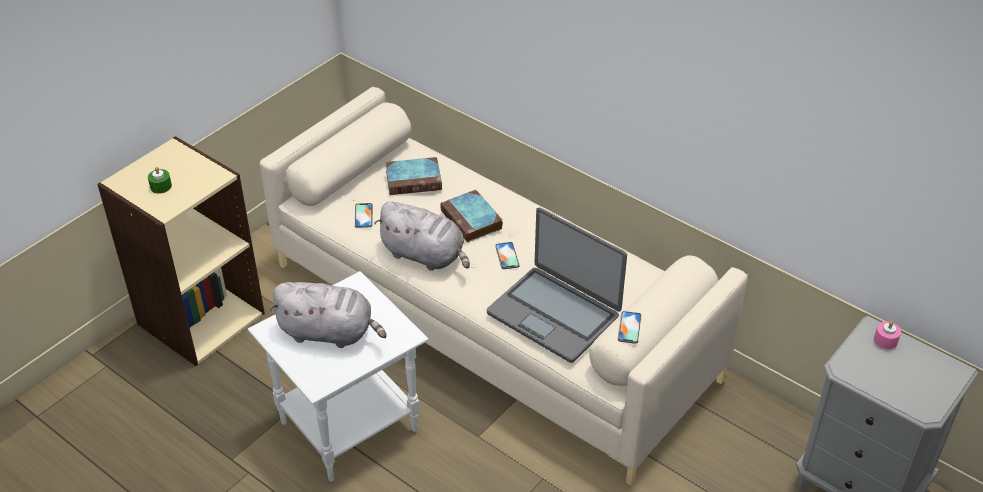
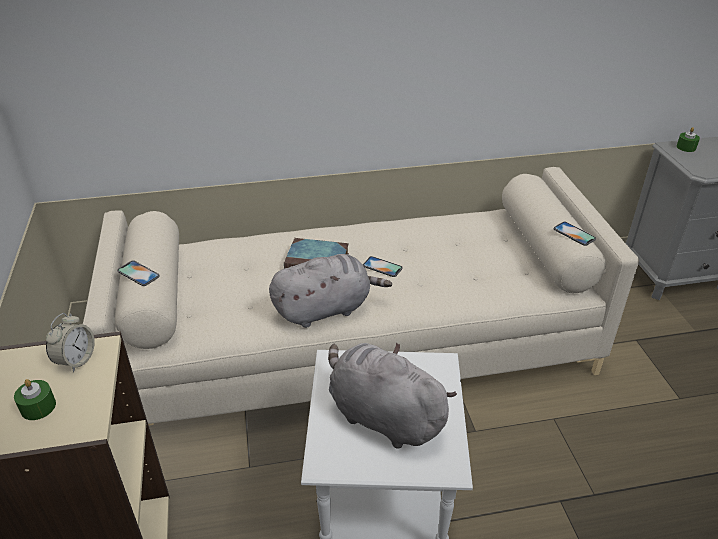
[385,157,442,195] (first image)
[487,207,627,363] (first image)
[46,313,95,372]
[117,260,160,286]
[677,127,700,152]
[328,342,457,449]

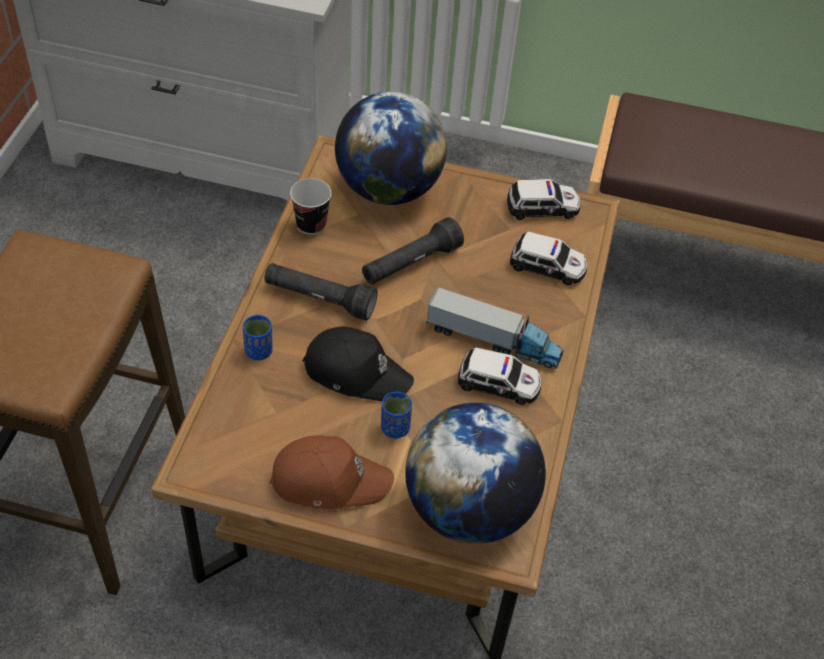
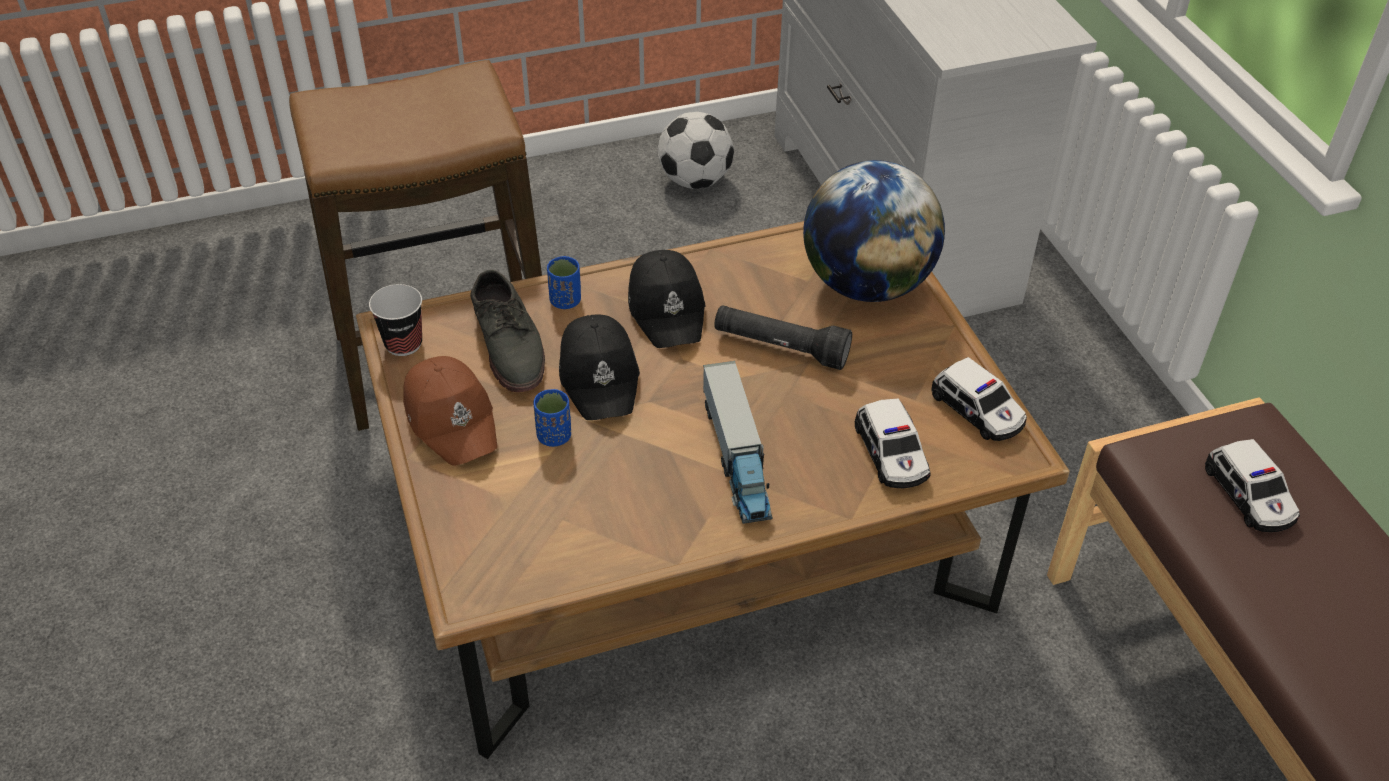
[405,403,546,544] (first image)
[470,270,545,392]
[658,112,734,189]
[369,284,422,356]
[1205,439,1300,532]
[628,250,706,348]

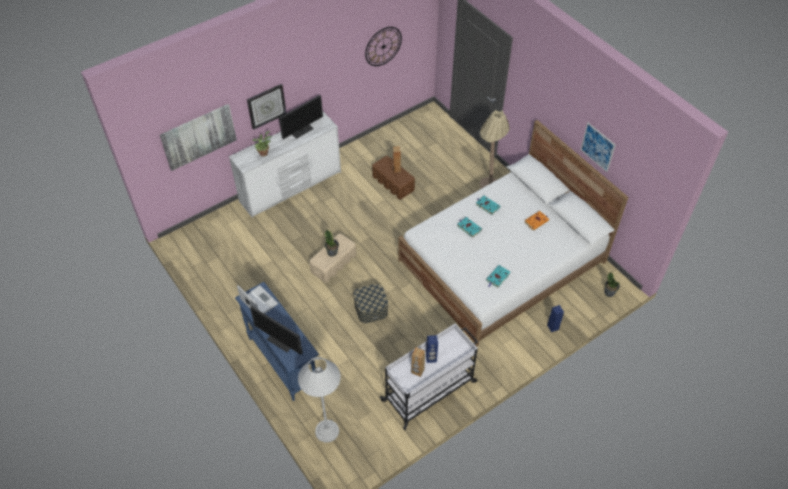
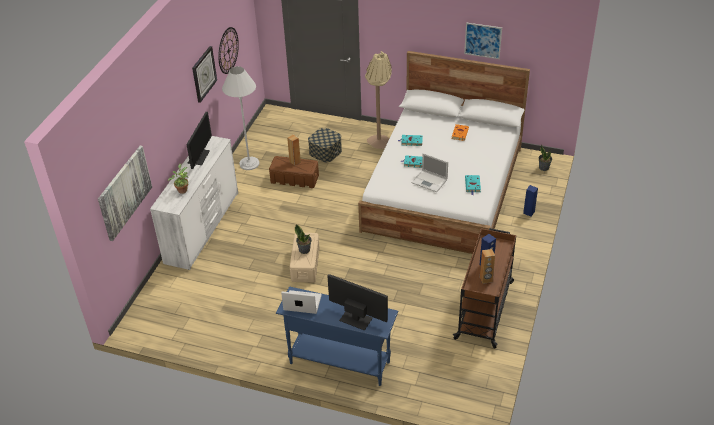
[412,153,448,192]
[192,46,217,103]
[222,66,260,170]
[308,128,342,162]
[453,228,516,349]
[327,274,388,331]

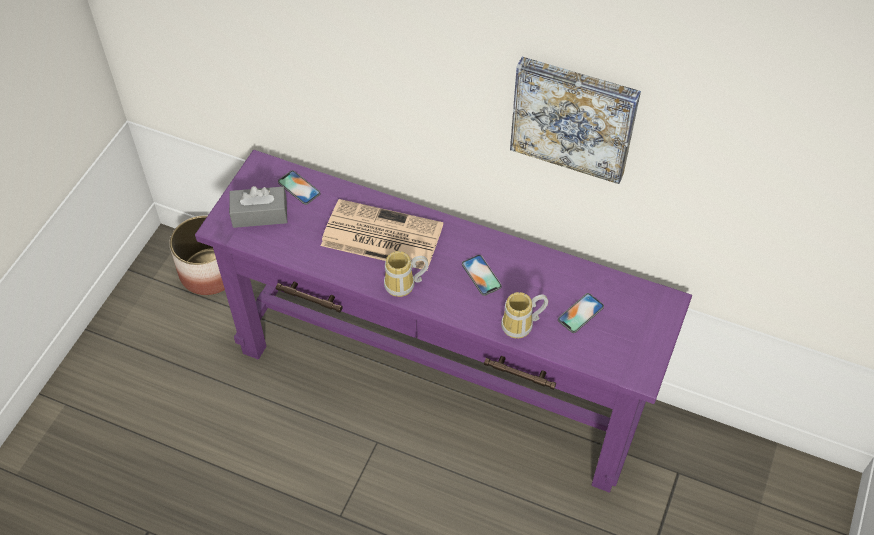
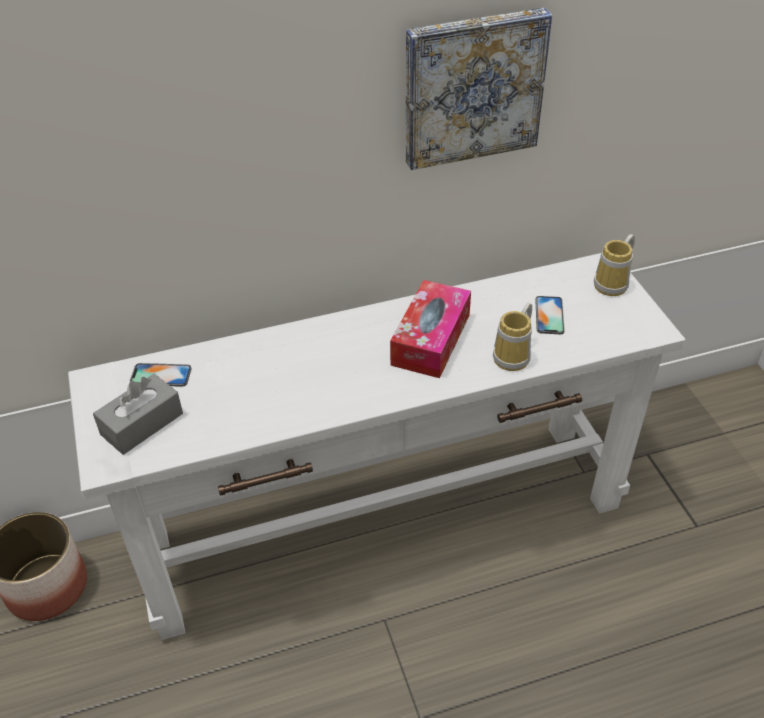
[321,199,443,271] (first image)
[594,234,635,296]
[390,280,471,378]
[68,253,685,640]

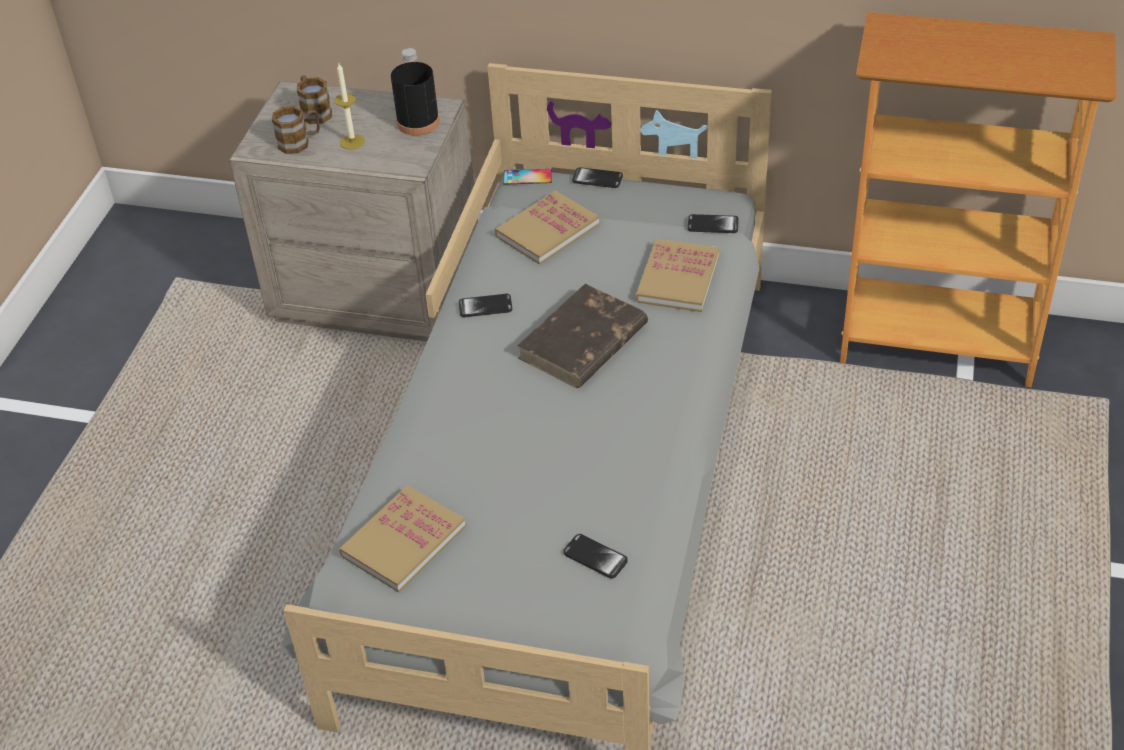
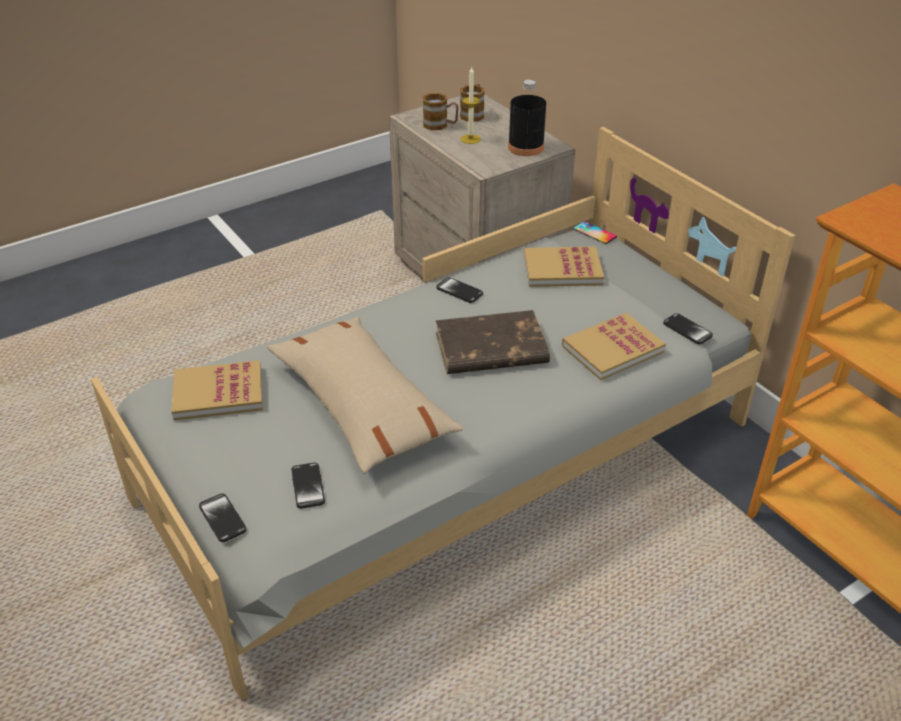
[267,316,464,474]
[199,493,247,542]

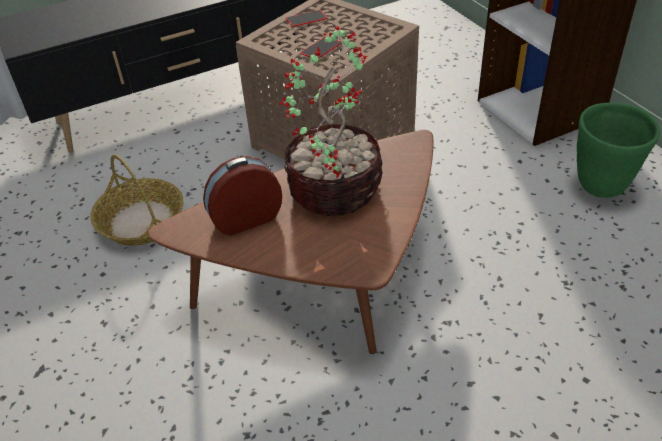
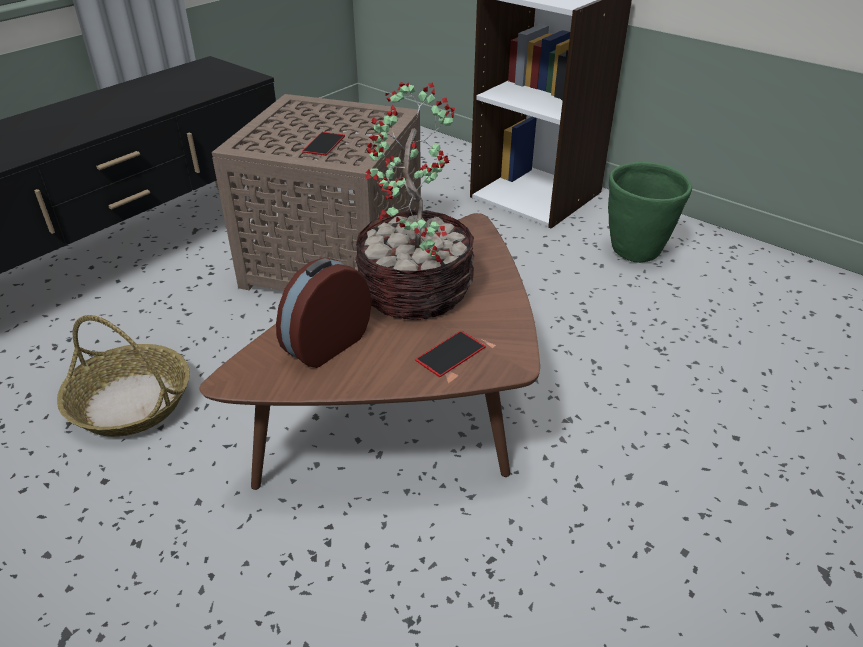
[415,331,485,377]

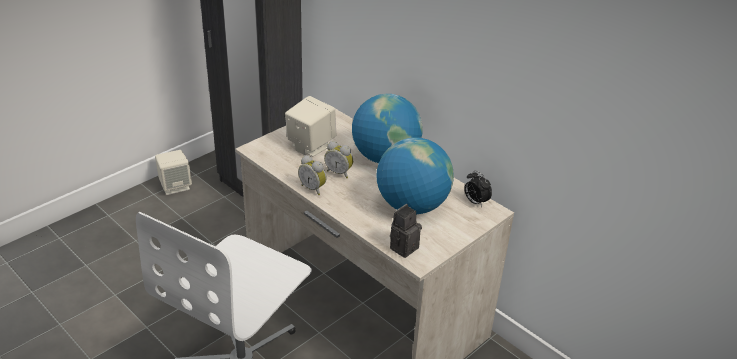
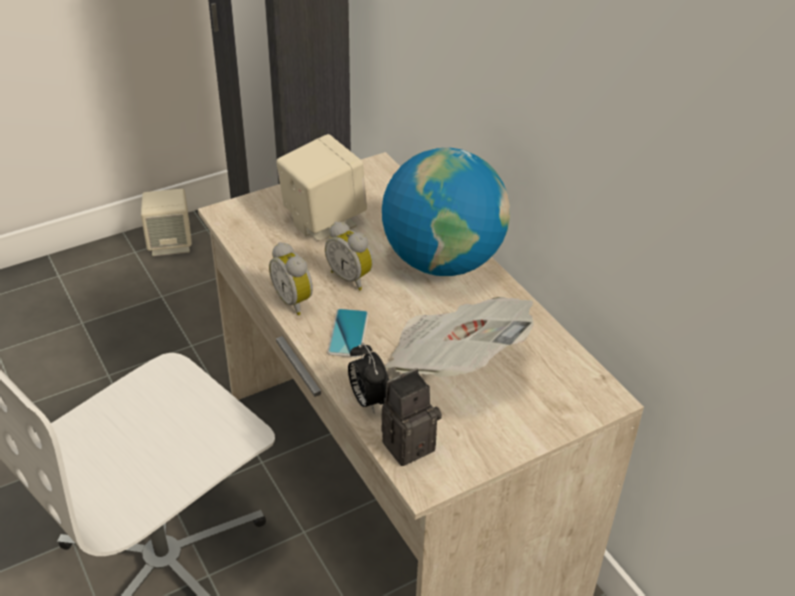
[327,309,369,357]
[348,343,389,414]
[385,297,534,377]

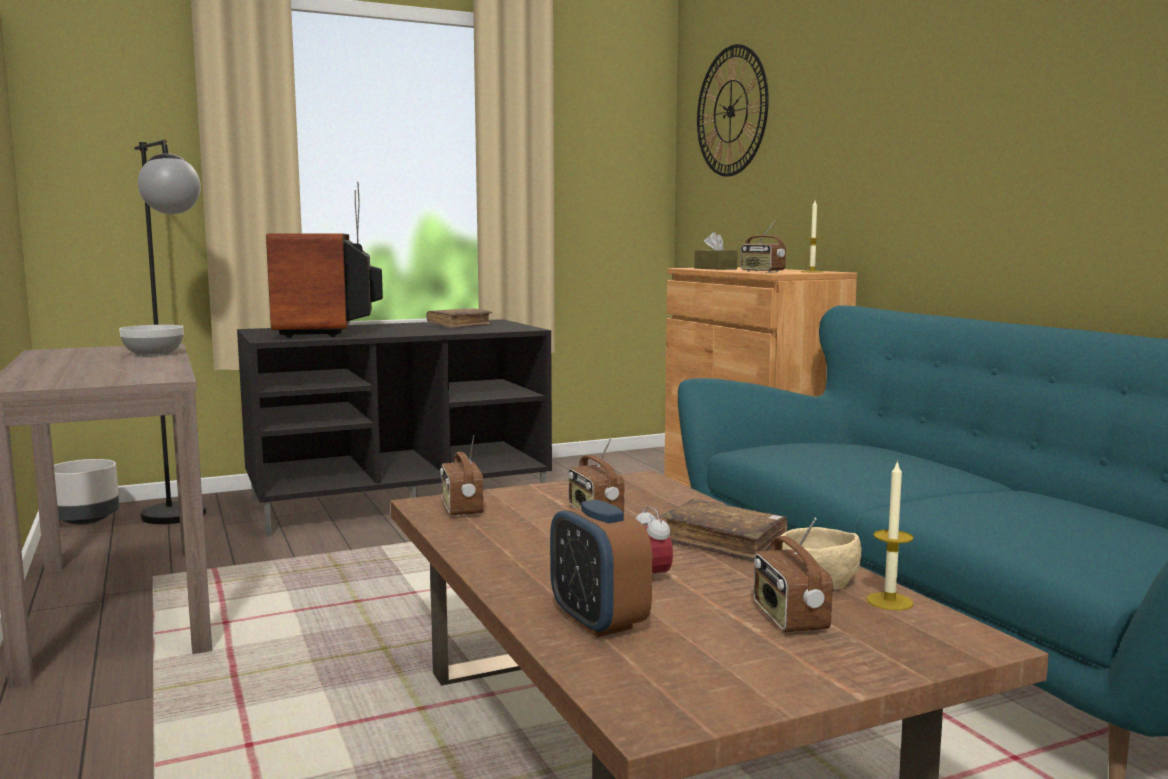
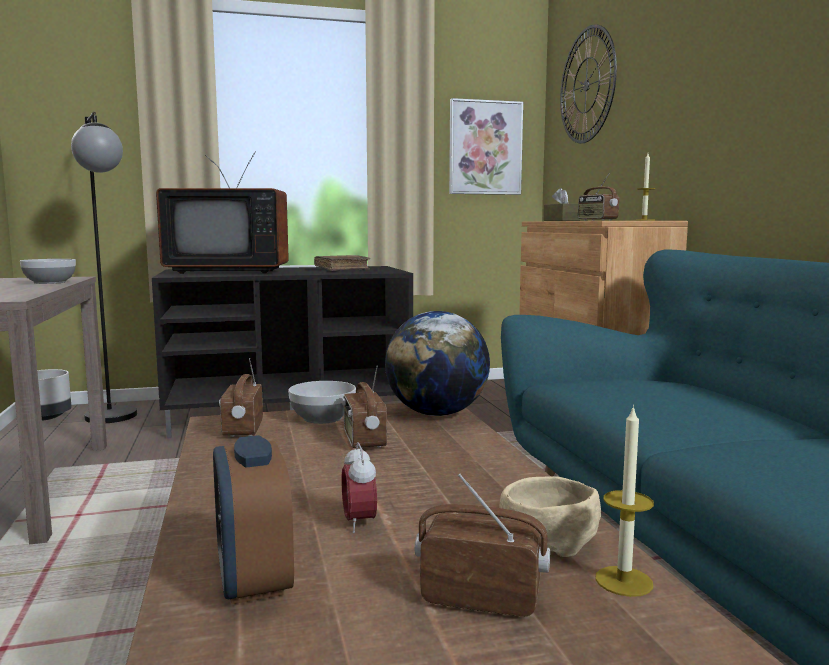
[660,499,788,563] (first image)
[288,381,356,424]
[385,311,490,416]
[449,98,523,195]
[156,152,289,274]
[415,474,550,616]

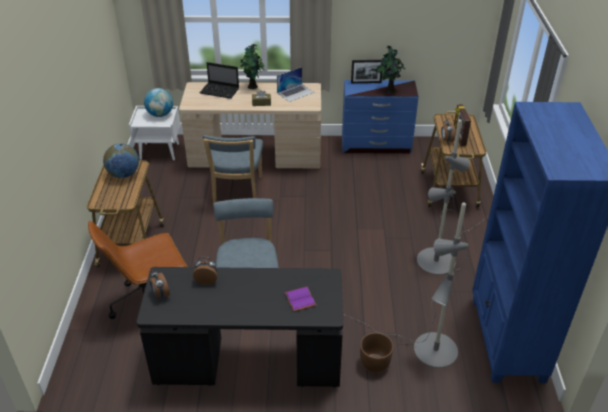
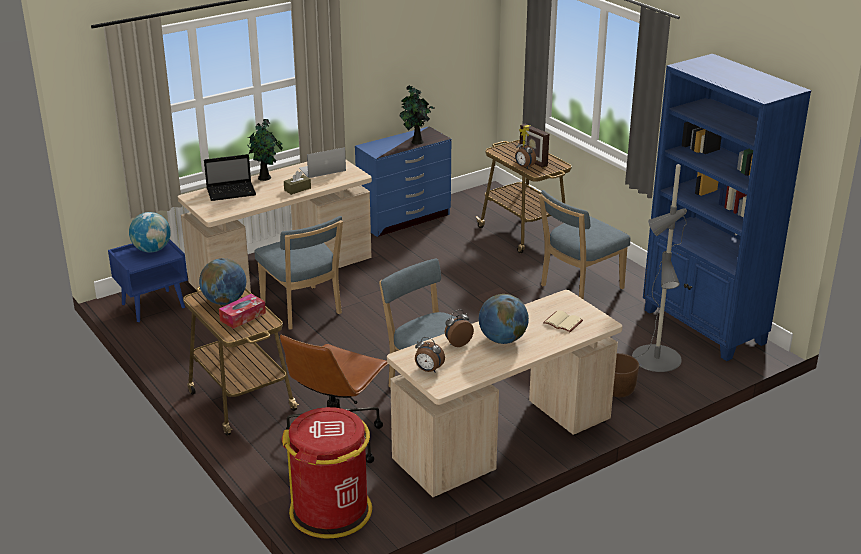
[351,60,382,83] (first image)
[219,294,266,329]
[282,407,372,539]
[479,294,529,344]
[539,190,630,300]
[108,239,188,322]
[387,290,622,497]
[543,310,583,332]
[299,147,346,178]

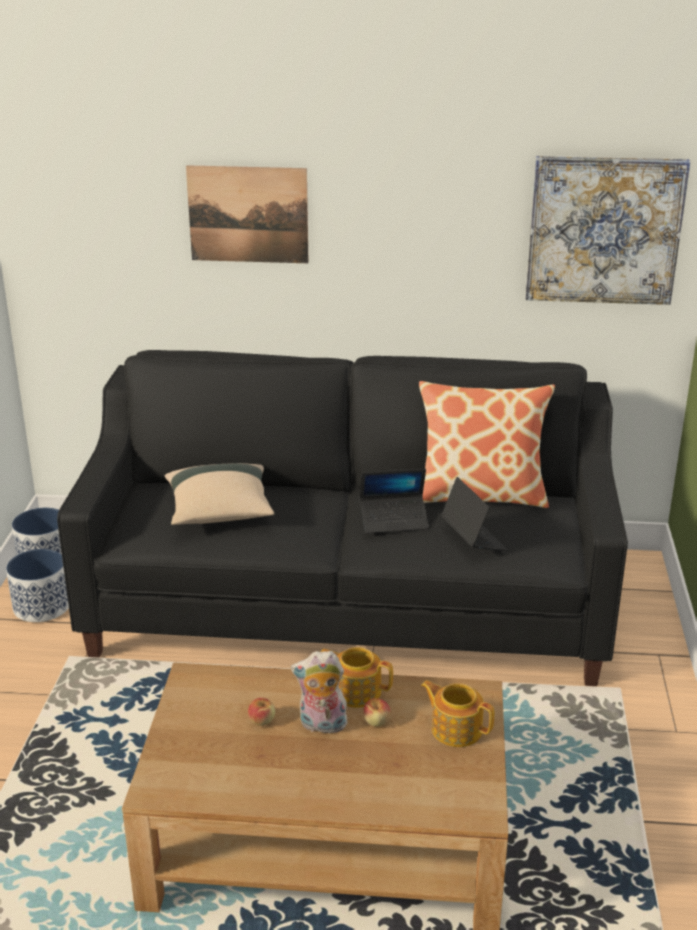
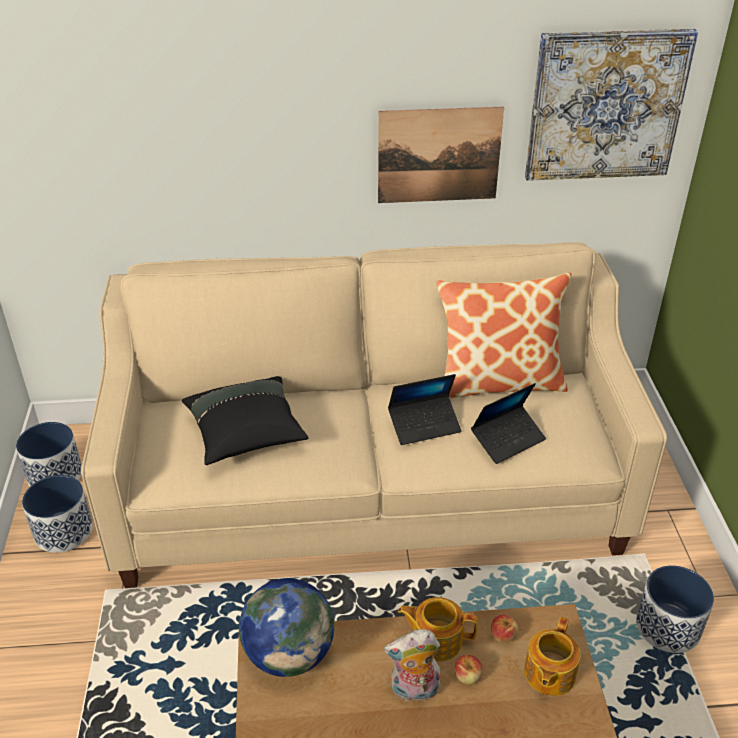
[239,578,334,677]
[636,565,714,653]
[378,106,504,203]
[491,614,518,643]
[81,242,667,588]
[182,376,309,465]
[524,617,581,696]
[471,383,546,464]

